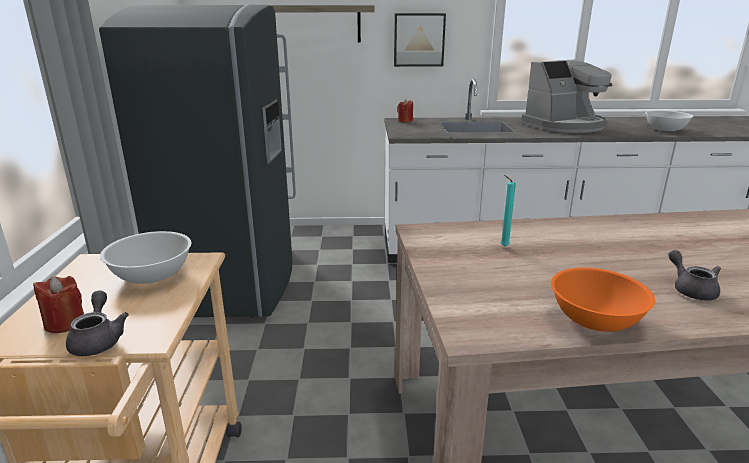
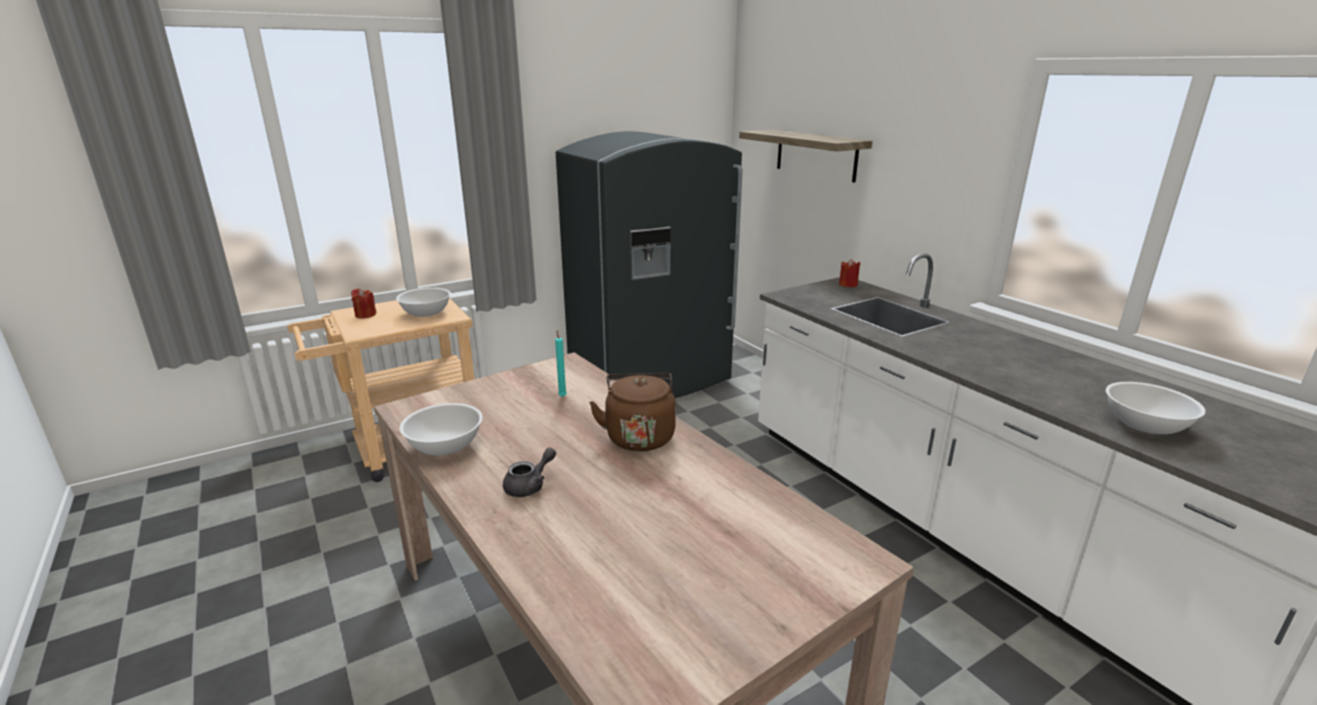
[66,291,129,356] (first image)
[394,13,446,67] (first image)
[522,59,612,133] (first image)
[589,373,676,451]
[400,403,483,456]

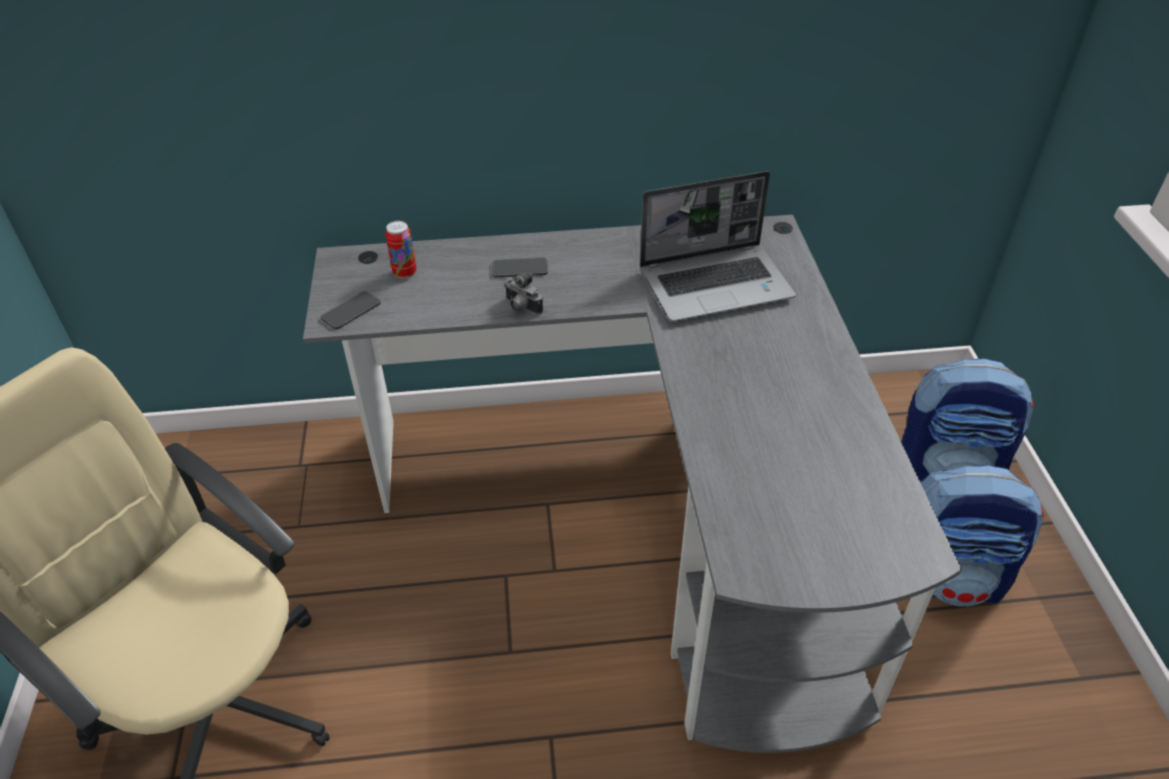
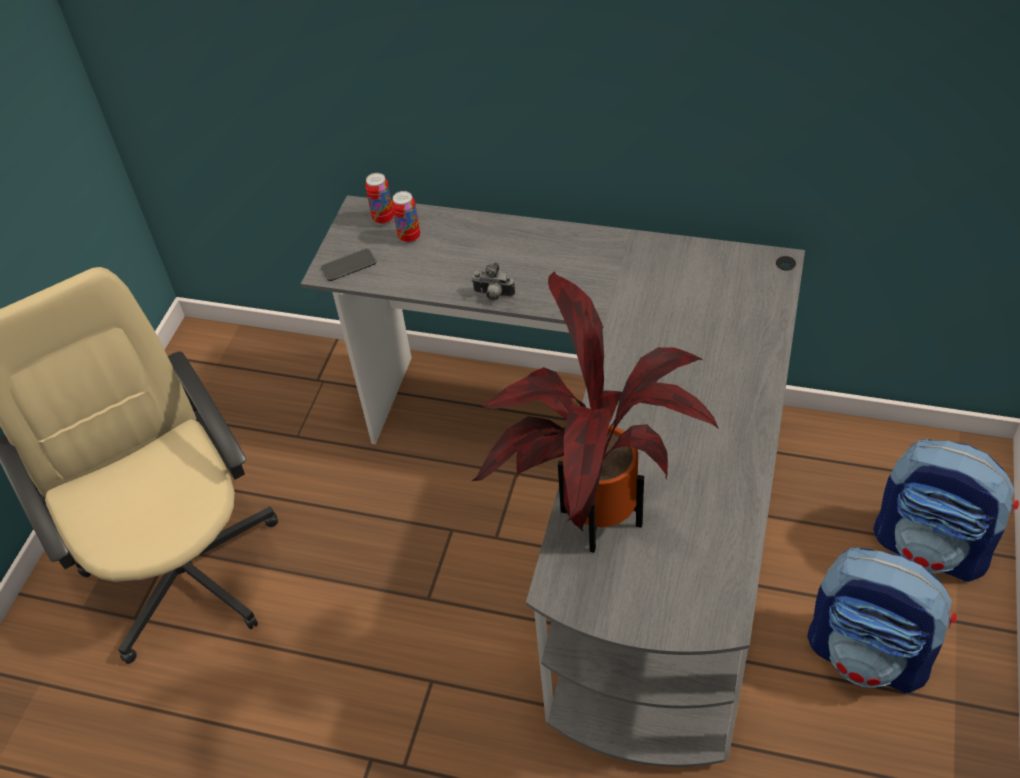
[492,257,548,277] (first image)
[640,171,796,321] (first image)
[365,173,394,224]
[472,271,719,553]
[472,262,515,301]

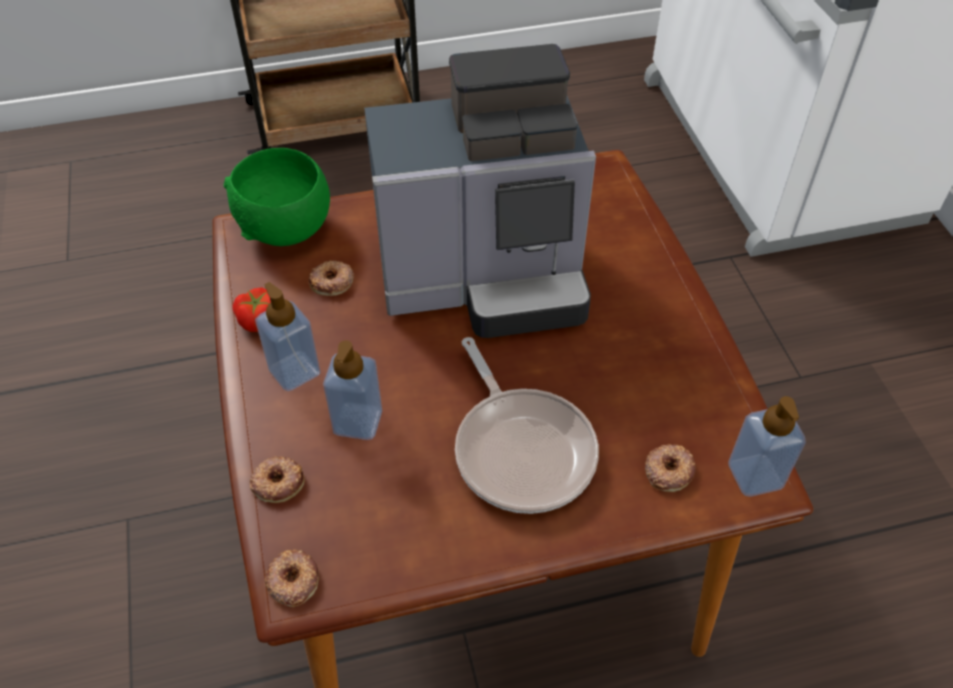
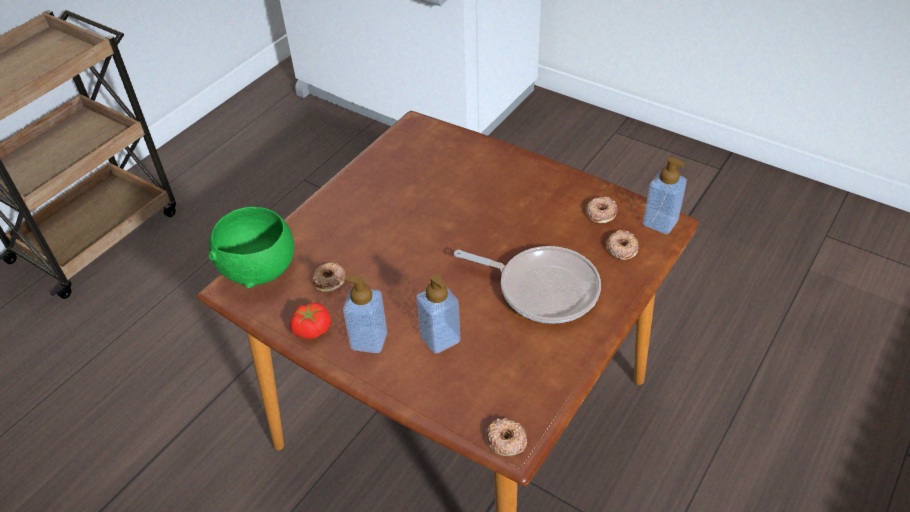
[364,44,596,338] (first image)
[586,197,618,223]

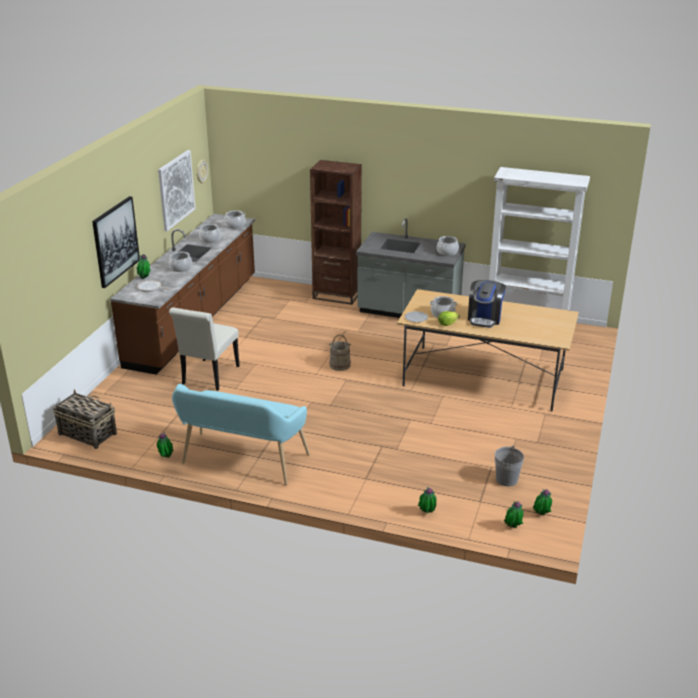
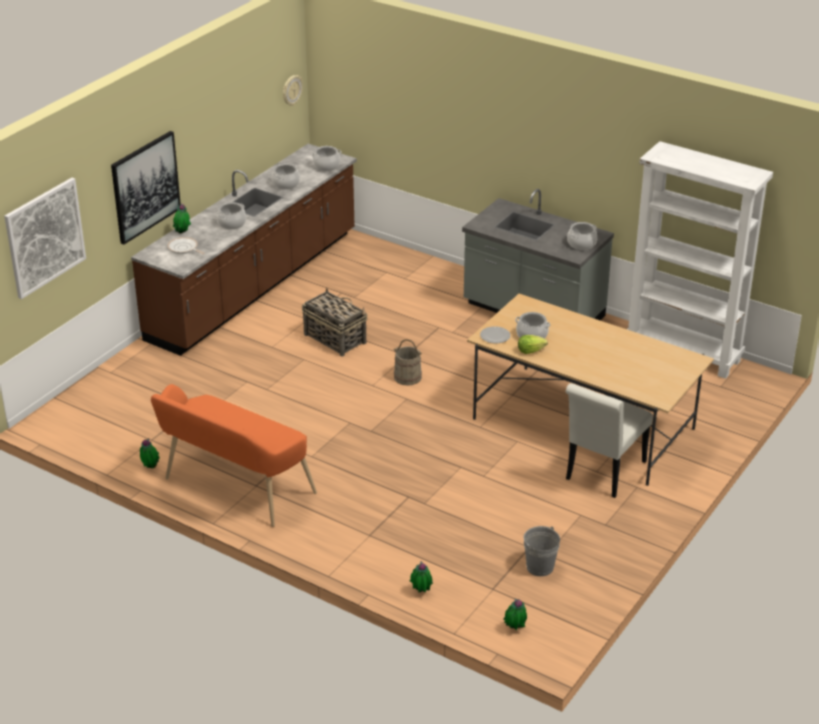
[310,160,362,305] (first image)
[468,280,506,328] (first image)
[532,489,552,515] (first image)
[302,287,368,357]
[4,178,86,299]
[565,383,653,498]
[151,384,317,527]

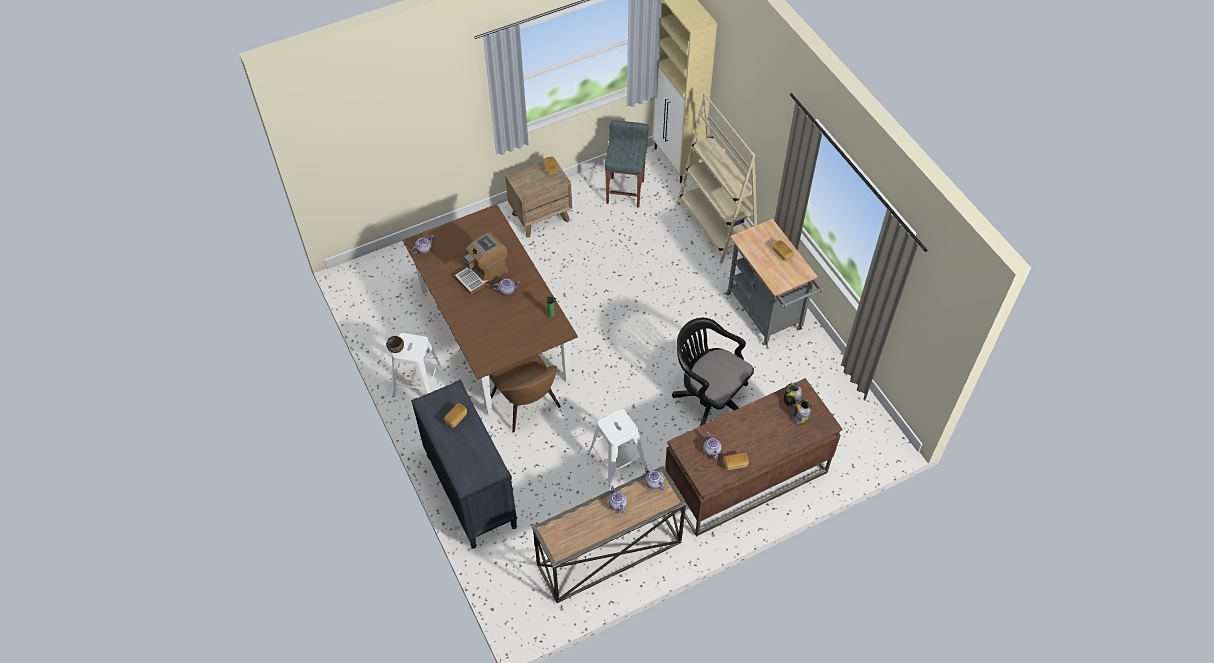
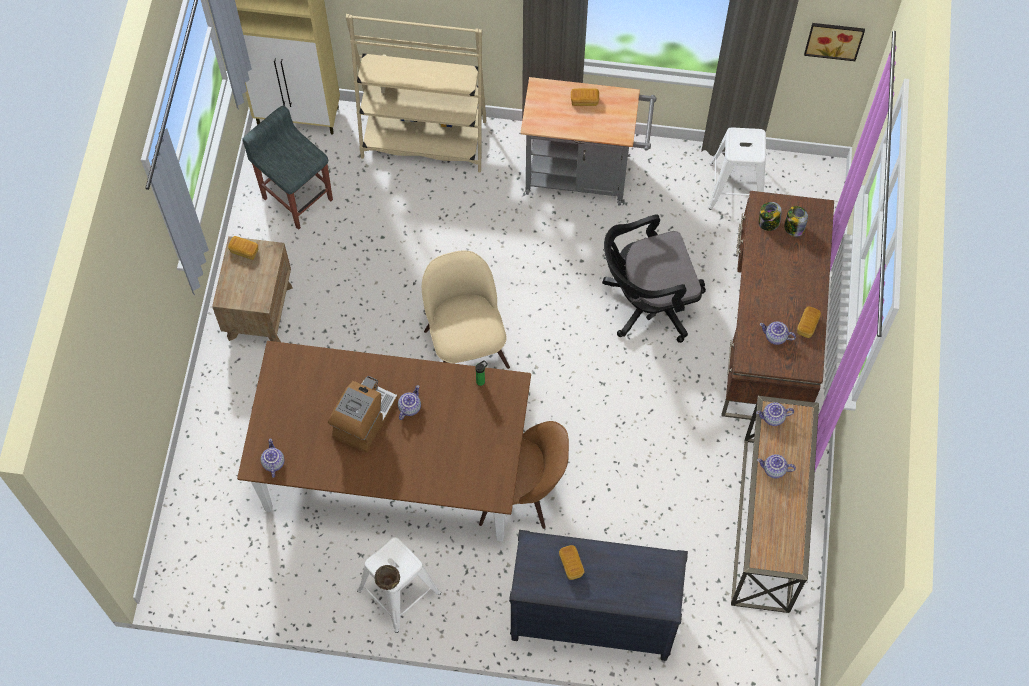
[422,251,510,369]
[804,23,865,61]
[709,127,766,210]
[328,376,398,453]

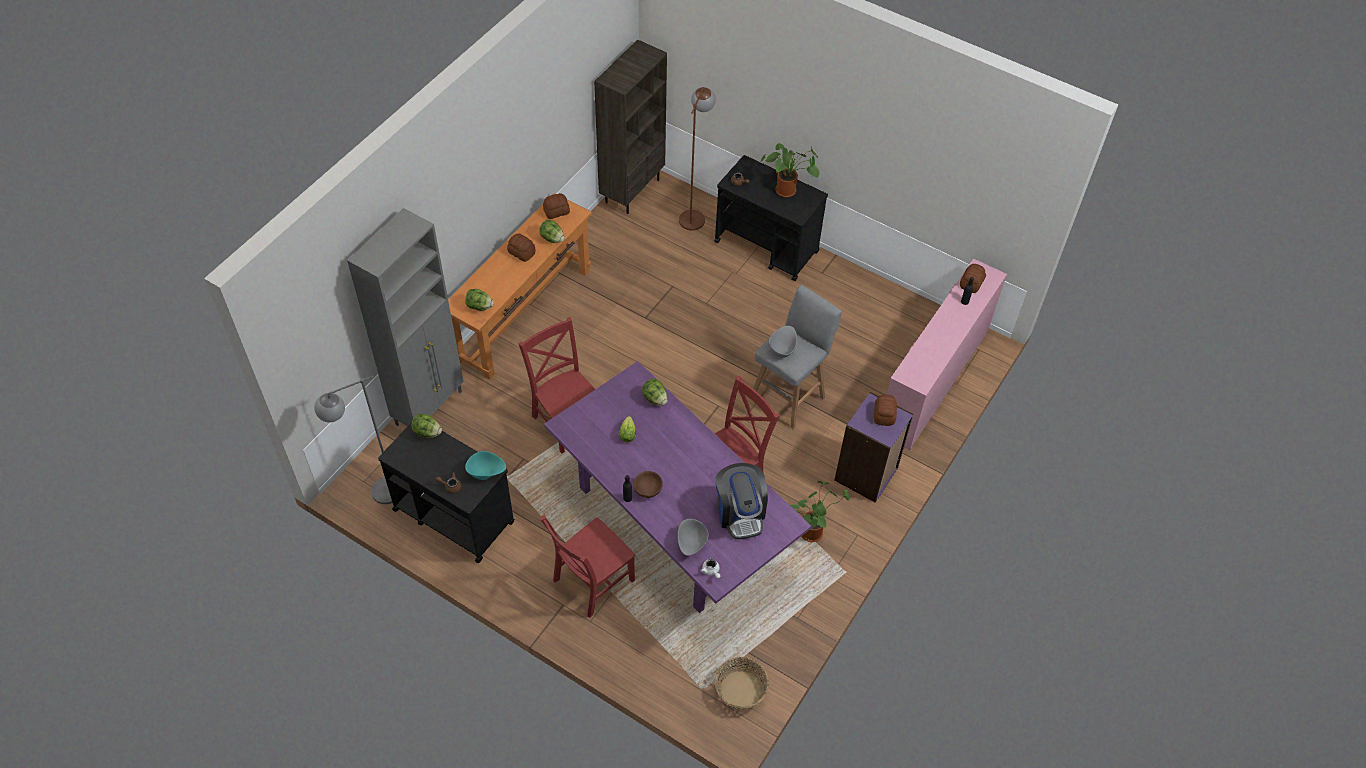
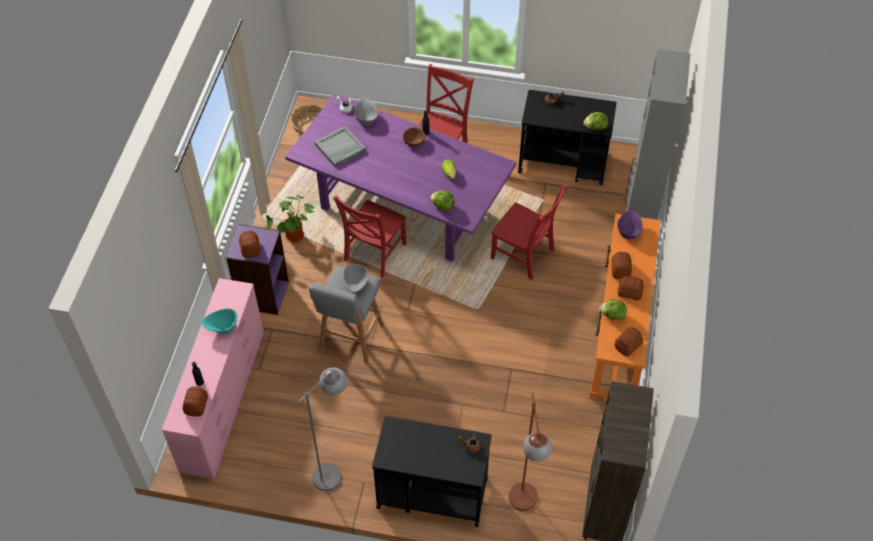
[760,143,820,198] (first image)
[611,252,632,279]
[298,367,347,491]
[201,309,237,334]
[618,210,643,239]
[315,126,366,167]

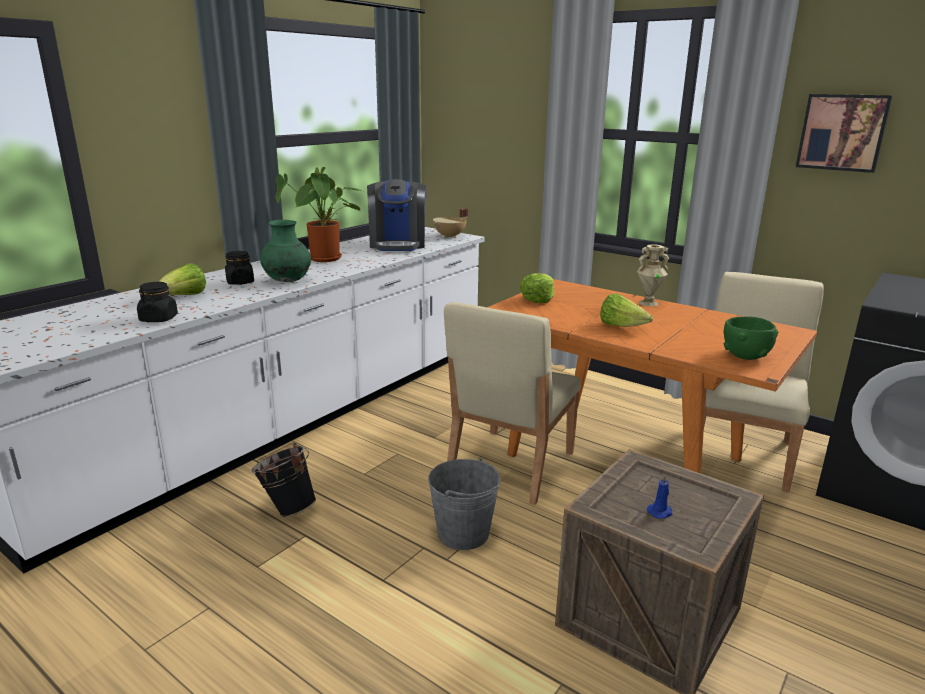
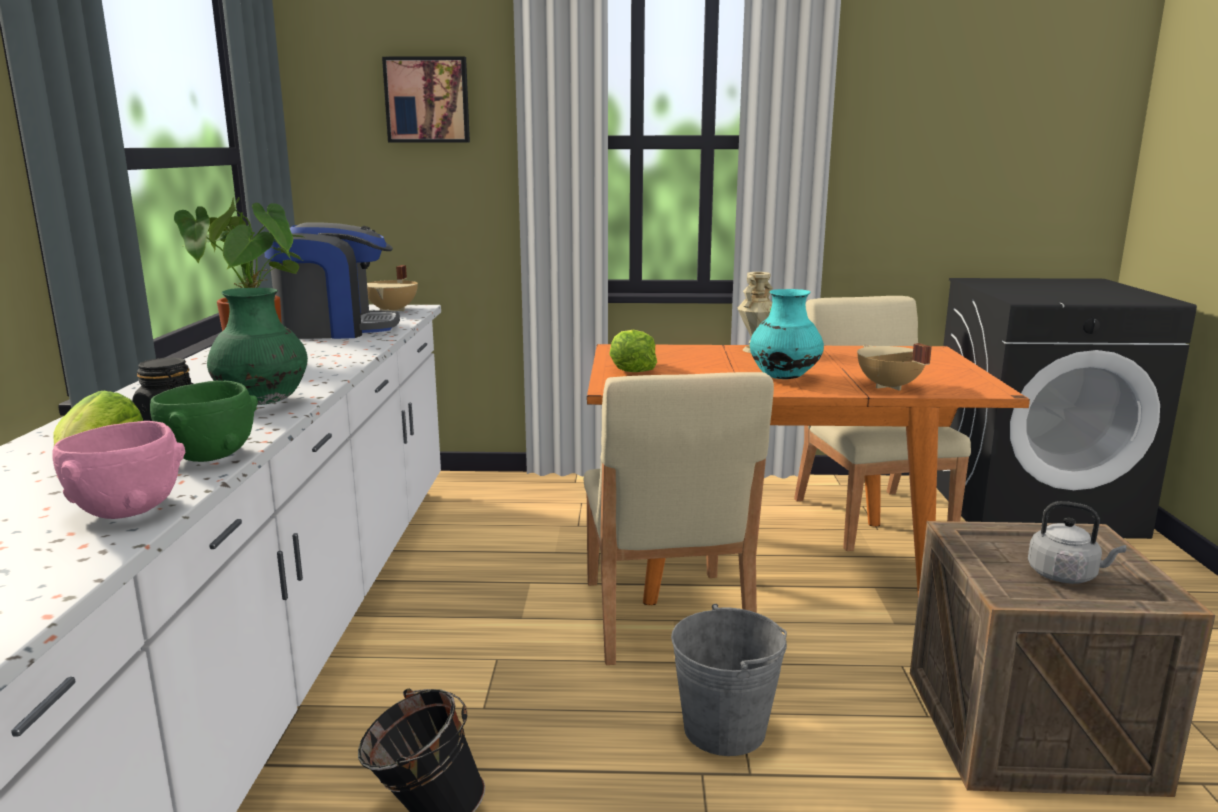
[857,343,932,391]
[150,381,258,462]
[382,56,470,143]
[52,421,185,519]
[750,289,824,379]
[1028,501,1126,584]
[264,222,400,339]

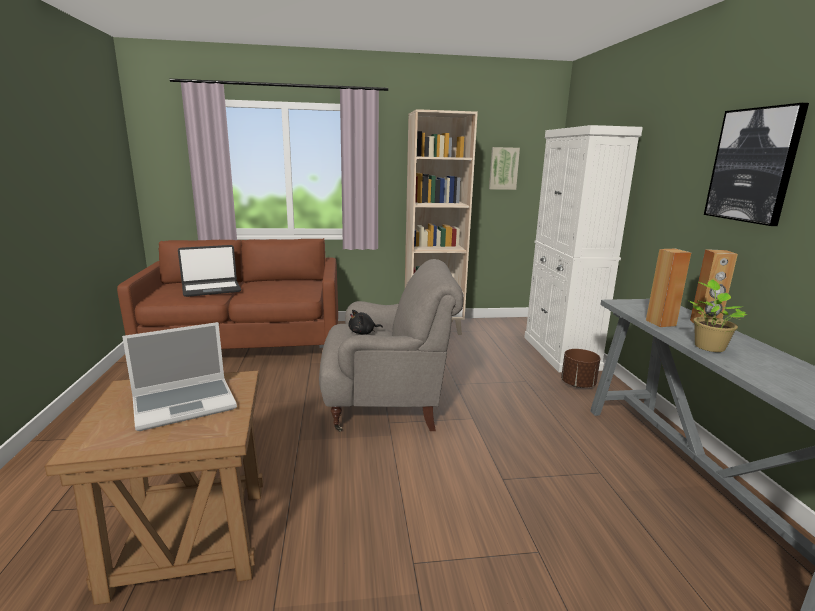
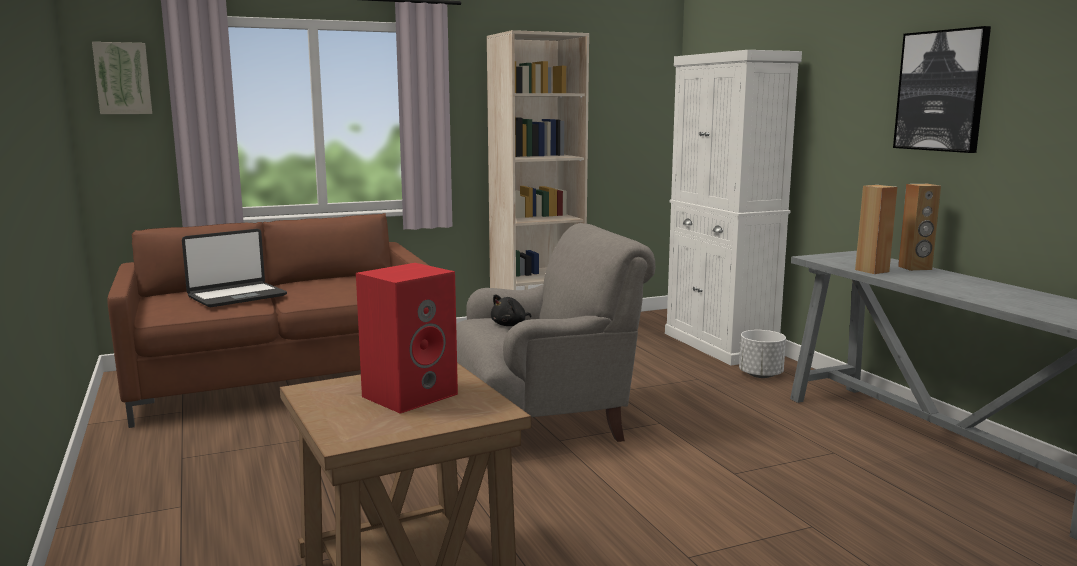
[689,279,747,352] (first image)
[92,42,152,114]
[356,263,458,414]
[739,330,786,378]

